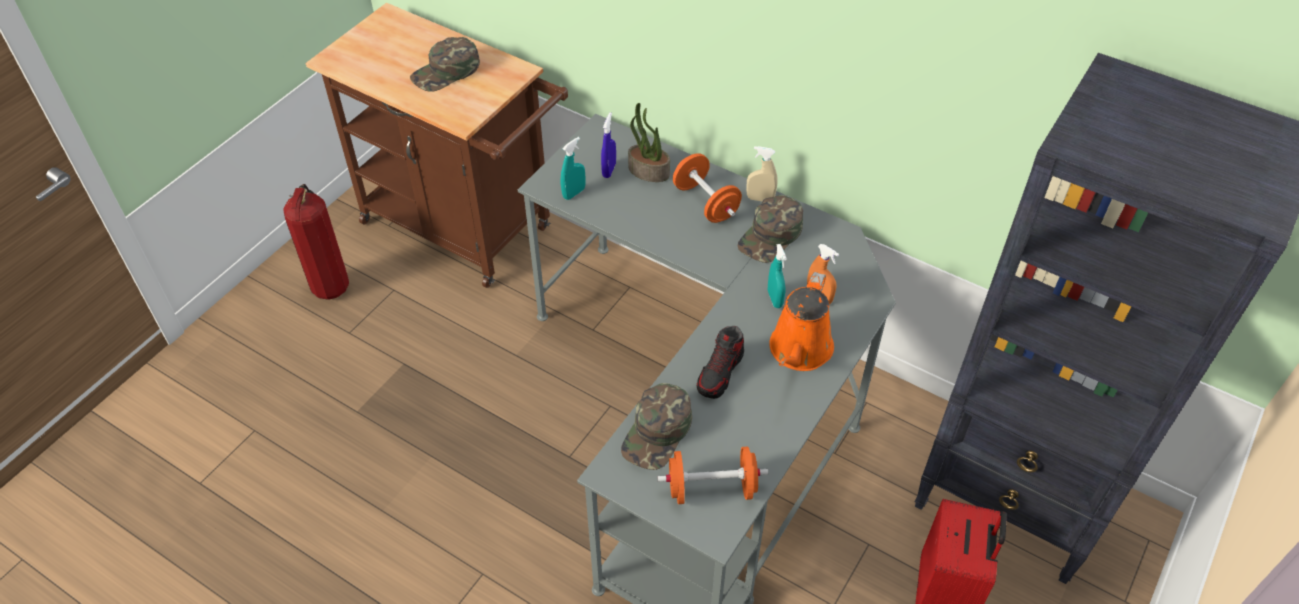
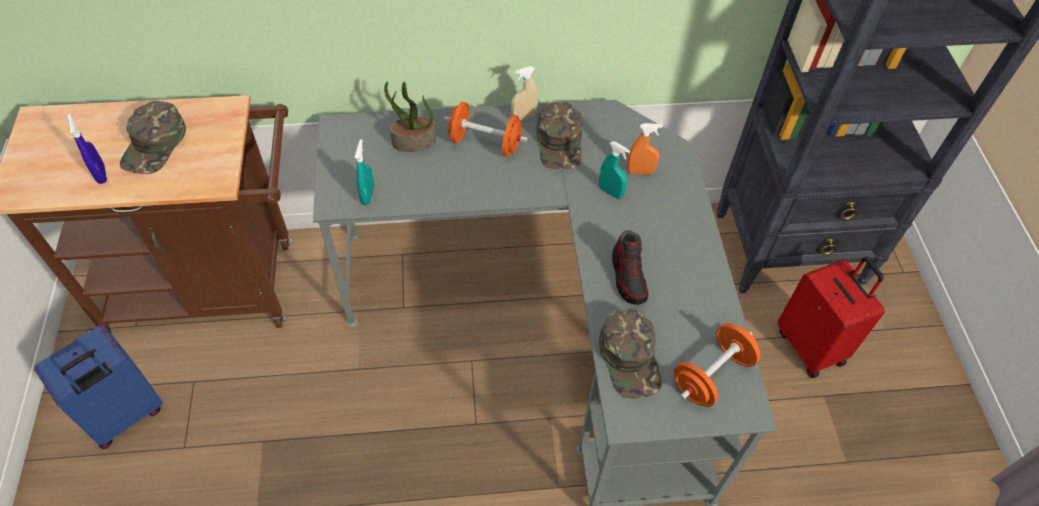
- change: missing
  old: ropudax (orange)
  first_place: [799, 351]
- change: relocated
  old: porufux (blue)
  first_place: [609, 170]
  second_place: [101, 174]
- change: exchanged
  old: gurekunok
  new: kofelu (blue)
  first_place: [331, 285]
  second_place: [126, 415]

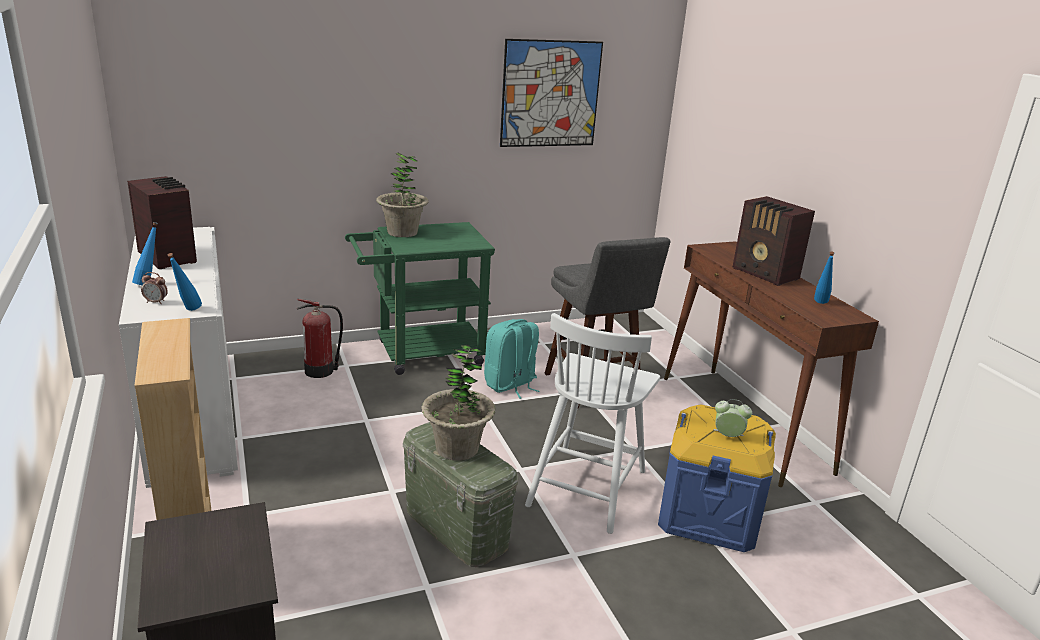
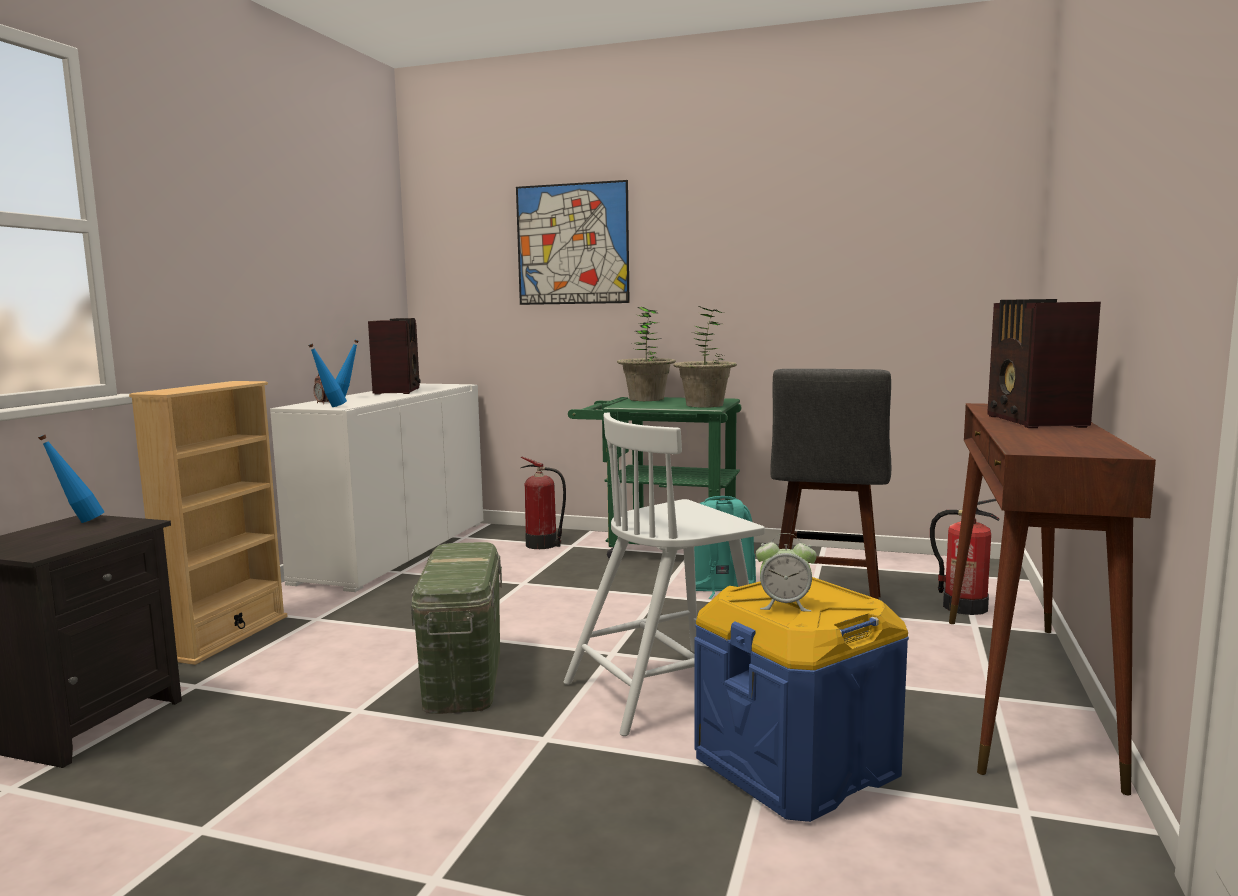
- change: appeared
  new: gurekunok
  second_place: [964, 607]
- change: relocated
  old: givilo
  first_place: [457, 448]
  second_place: [704, 405]
- change: relocated
  old: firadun
  first_place: [550, 94]
  second_place: [572, 244]
- change: relocated
  old: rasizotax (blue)
  first_place: [820, 304]
  second_place: [77, 522]
- change: spun
  old: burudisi
  first_place: [728, 436]
  second_place: [785, 605]
  degrees: 135

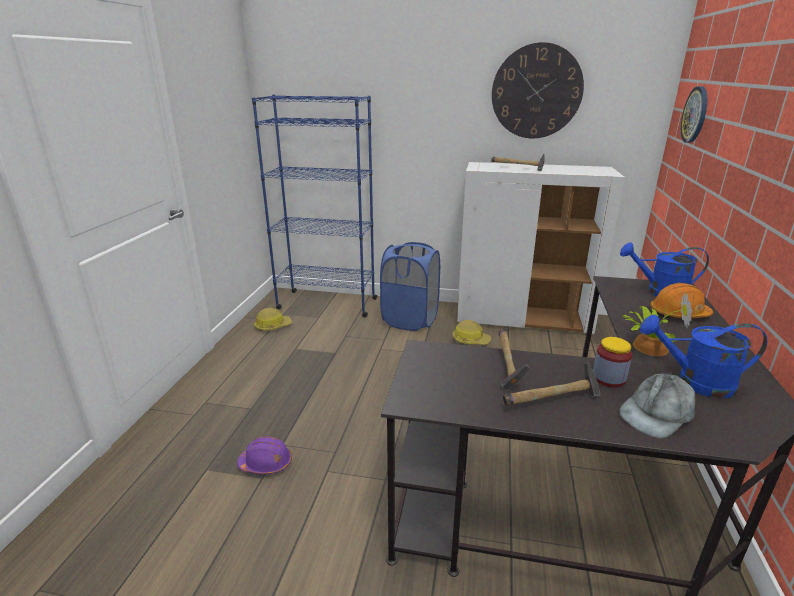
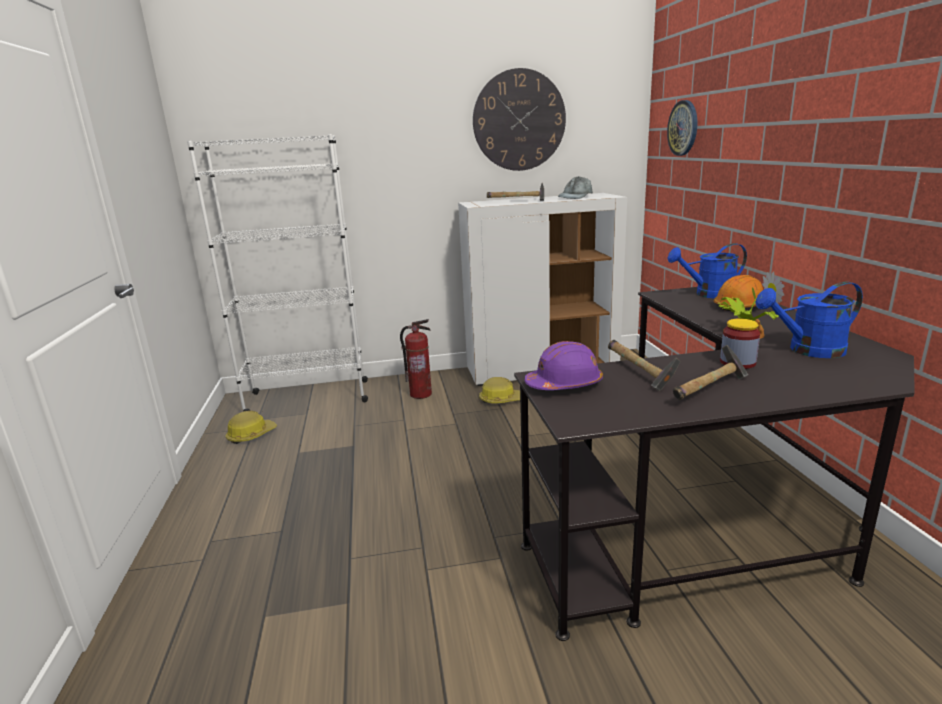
- change: relocated
  old: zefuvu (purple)
  first_place: [266, 464]
  second_place: [564, 385]
- change: relocated
  old: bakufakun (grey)
  first_place: [656, 413]
  second_place: [575, 196]
- change: exchanged
  old: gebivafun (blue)
  new: gurekunok
  first_place: [410, 320]
  second_place: [421, 394]
- change: colour
  old: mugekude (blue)
  new: mugekude (white)
  first_place: [327, 303]
  second_place: [308, 397]

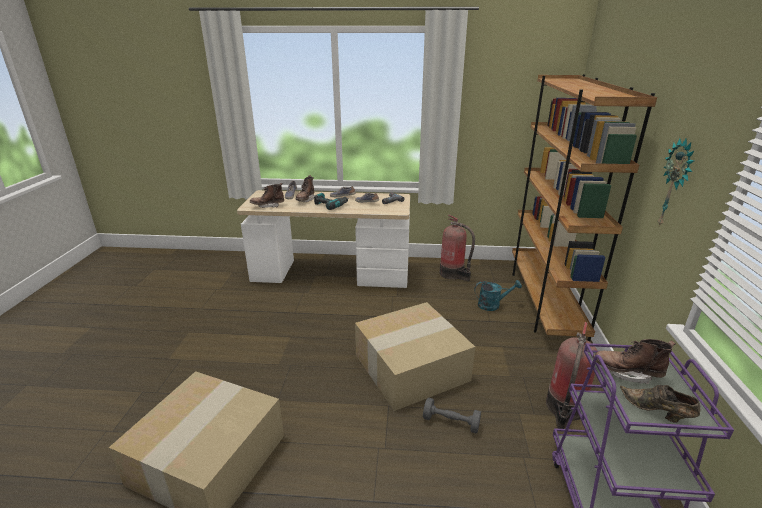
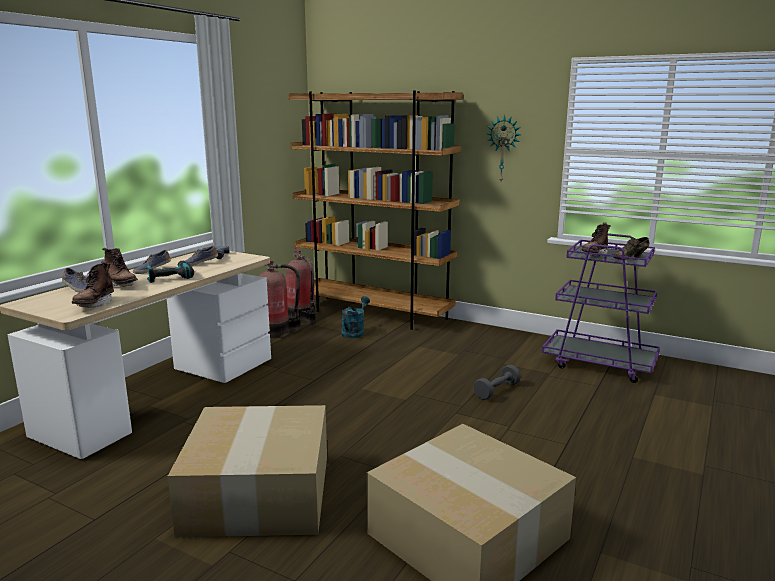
- change: relocated
  old: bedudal
  first_place: [412, 366]
  second_place: [256, 492]
- change: relocated
  old: gurekunok
  first_place: [564, 408]
  second_place: [302, 318]

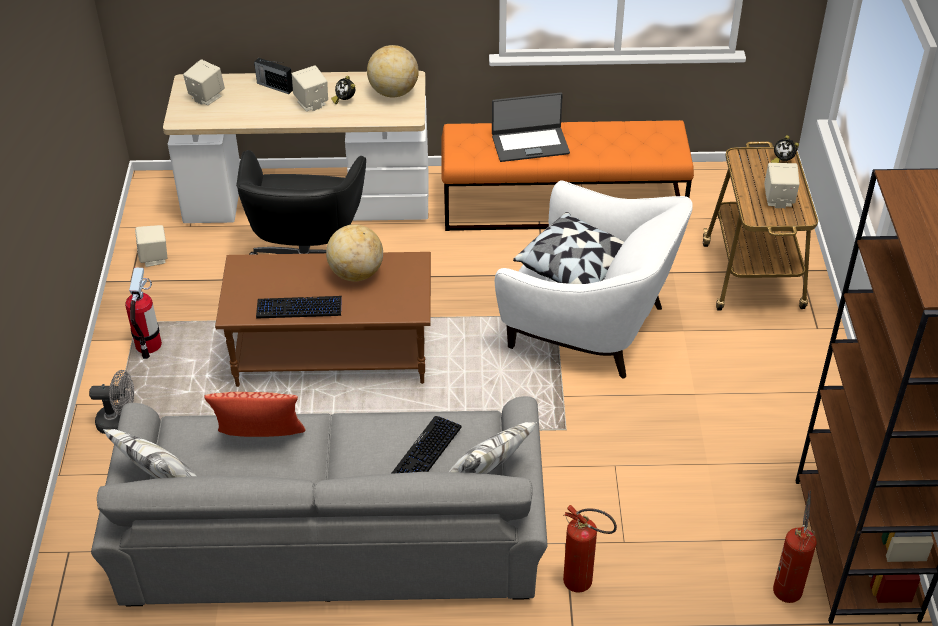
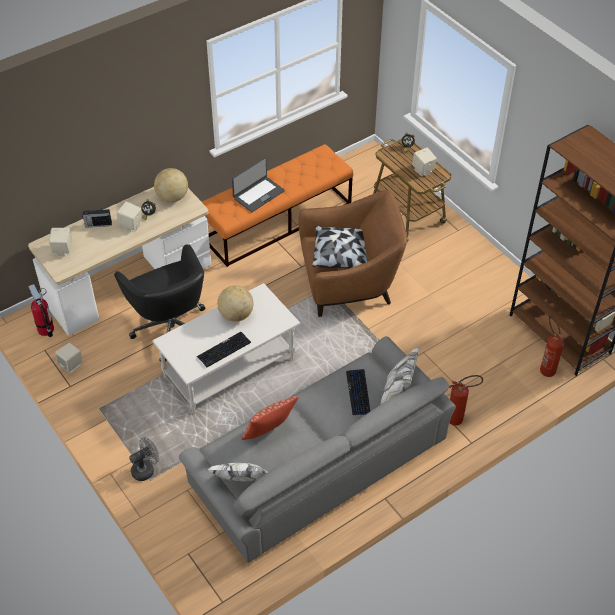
- change: relocated
  old: gurekunok
  first_place: [148, 345]
  second_place: [46, 329]
- change: colour
  old: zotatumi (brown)
  new: zotatumi (white)
  first_place: [331, 355]
  second_place: [229, 369]
- change: colour
  old: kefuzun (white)
  new: kefuzun (brown)
  first_place: [589, 325]
  second_place: [349, 284]

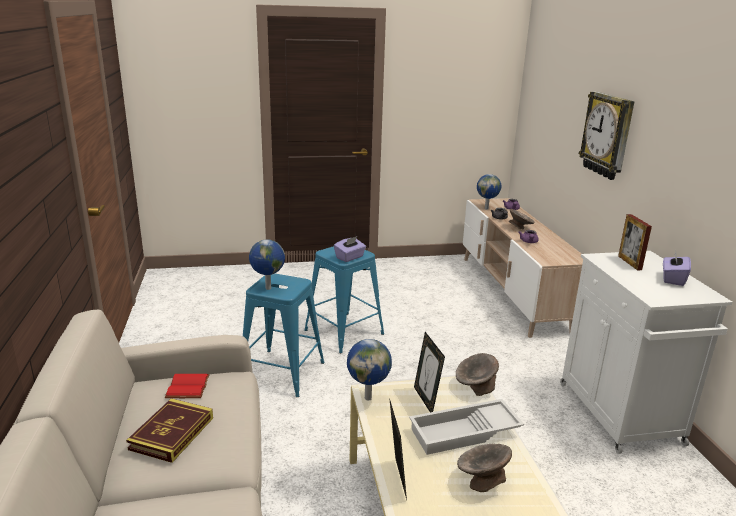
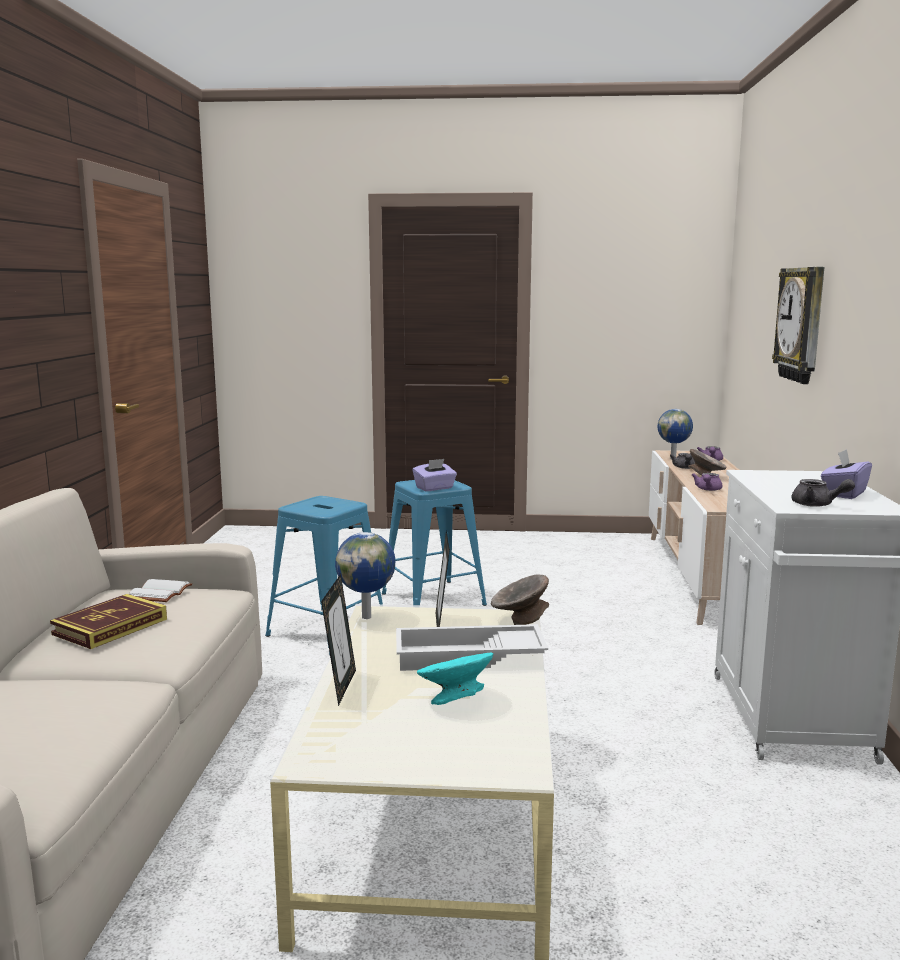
- change: missing
  old: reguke
  first_place: [267, 288]
- change: missing
  old: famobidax
  first_place: [629, 263]
- change: appeared
  new: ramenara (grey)
  second_place: [817, 505]
- change: colour
  old: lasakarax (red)
  new: lasakarax (white)
  first_place: [189, 387]
  second_place: [161, 593]
- change: colour
  old: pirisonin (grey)
  new: pirisonin (turquoise)
  first_place: [481, 480]
  second_place: [454, 699]

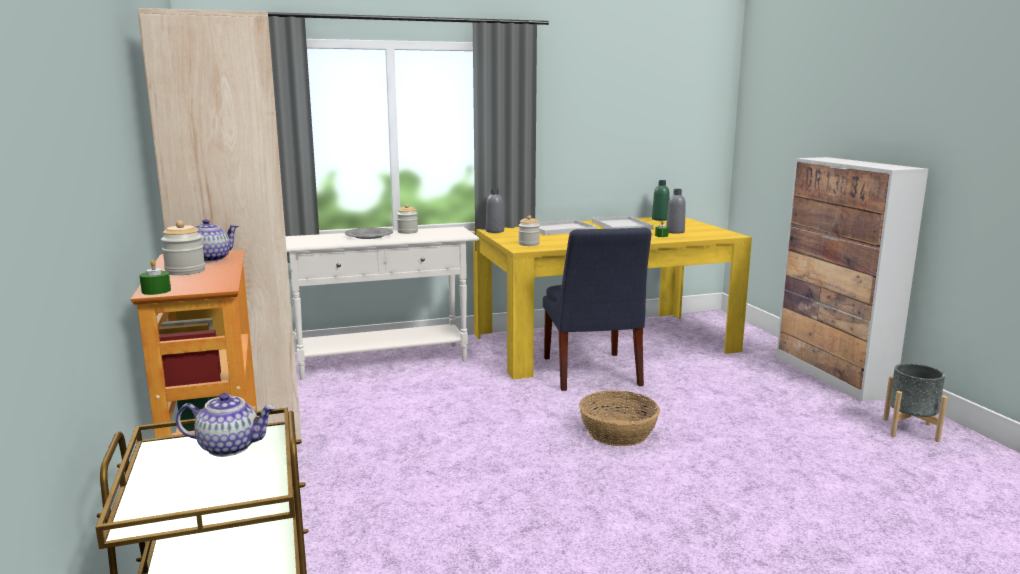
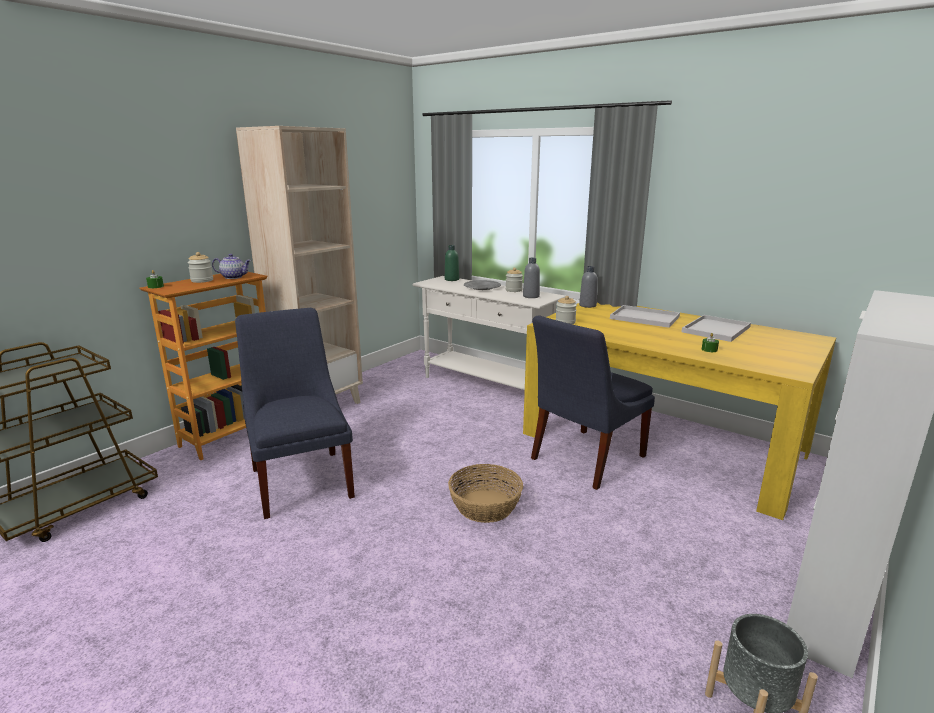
- change: missing
  old: ramenara
  first_place: [230, 447]
- change: appeared
  new: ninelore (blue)
  second_place: [302, 479]
- change: relocated
  old: rasizotax (green)
  first_place: [660, 219]
  second_place: [451, 279]
- change: relocated
  old: rasizotax (grey)
  first_place: [675, 232]
  second_place: [531, 296]

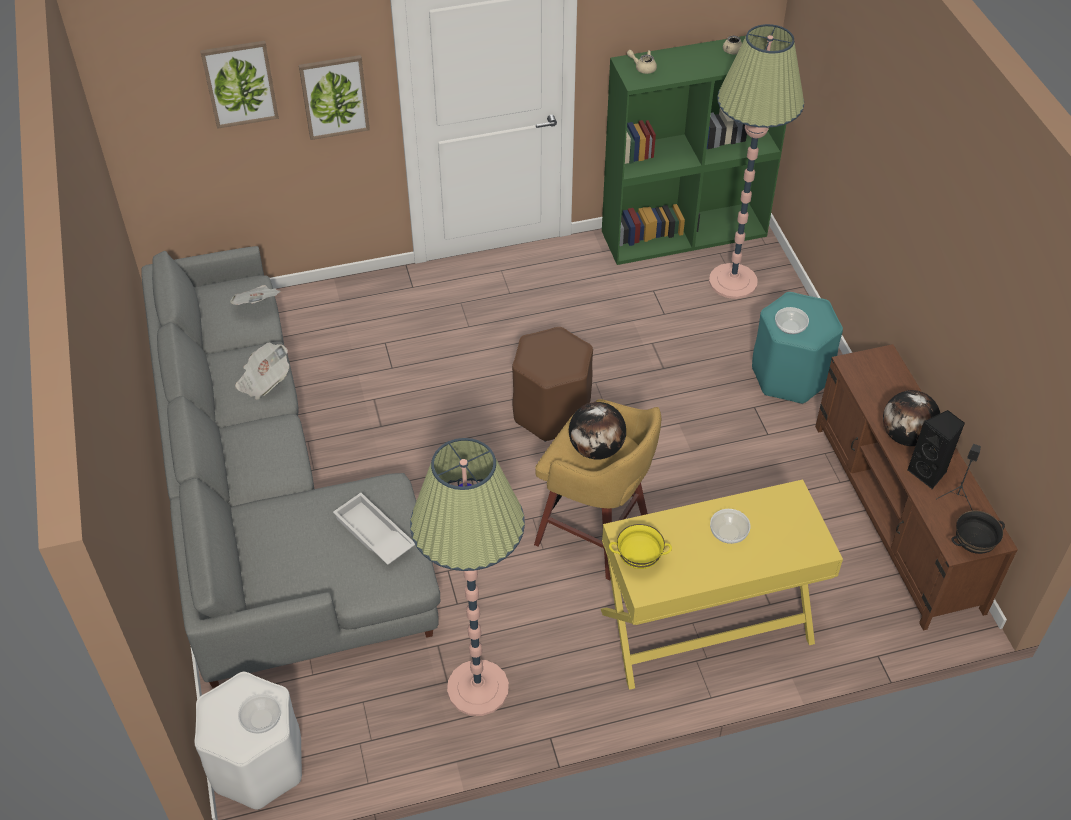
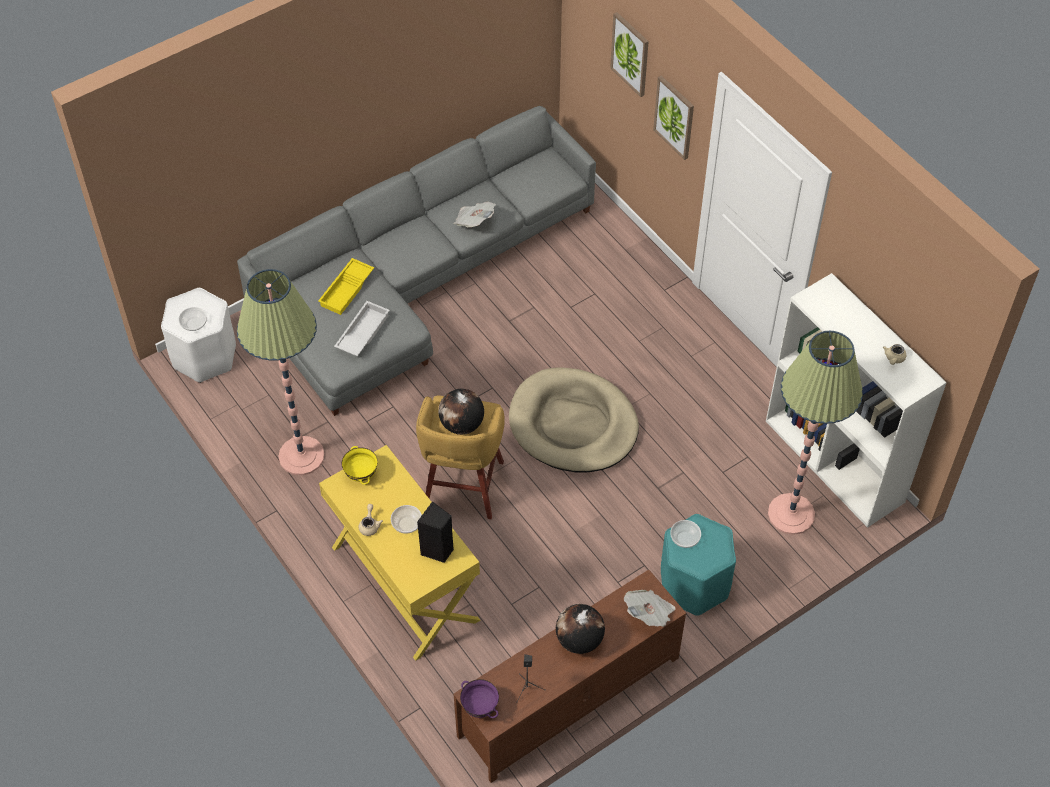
- change: appeared
  new: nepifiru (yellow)
  second_place: [347, 290]
- change: relocated
  old: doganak
  first_place: [257, 304]
  second_place: [649, 614]
- change: relocated
  old: ramenara (beige)
  first_place: [643, 67]
  second_place: [370, 525]
- change: relocated
  old: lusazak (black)
  first_place: [929, 473]
  second_place: [437, 550]
- change: exchanged
  old: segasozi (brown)
  new: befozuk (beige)
  first_place: [552, 412]
  second_place: [573, 424]
- change: colour
  old: mugekude (green)
  new: mugekude (white)
  first_place: [684, 233]
  second_place: [835, 461]
- change: colour
  old: pirisonin (black)
  new: pirisonin (purple)
  first_place: [972, 545]
  second_place: [480, 707]

